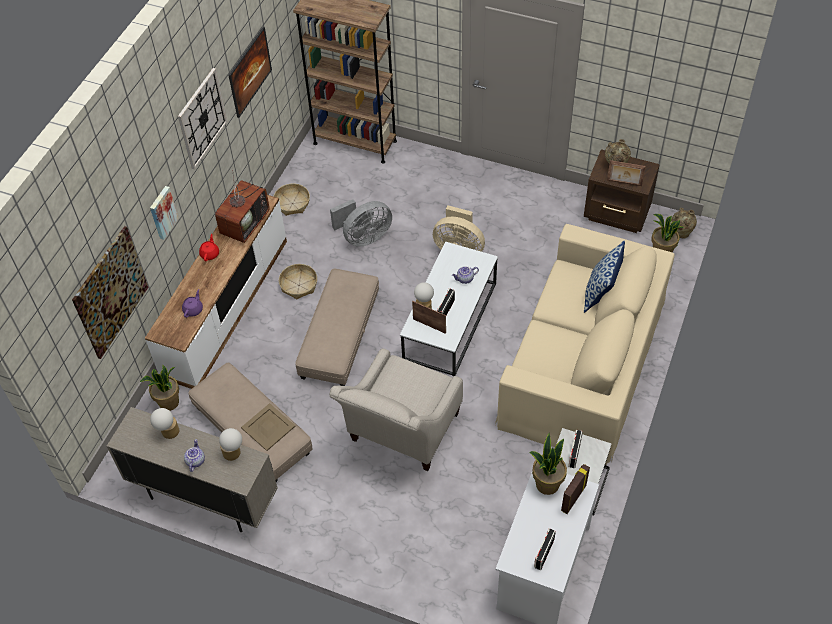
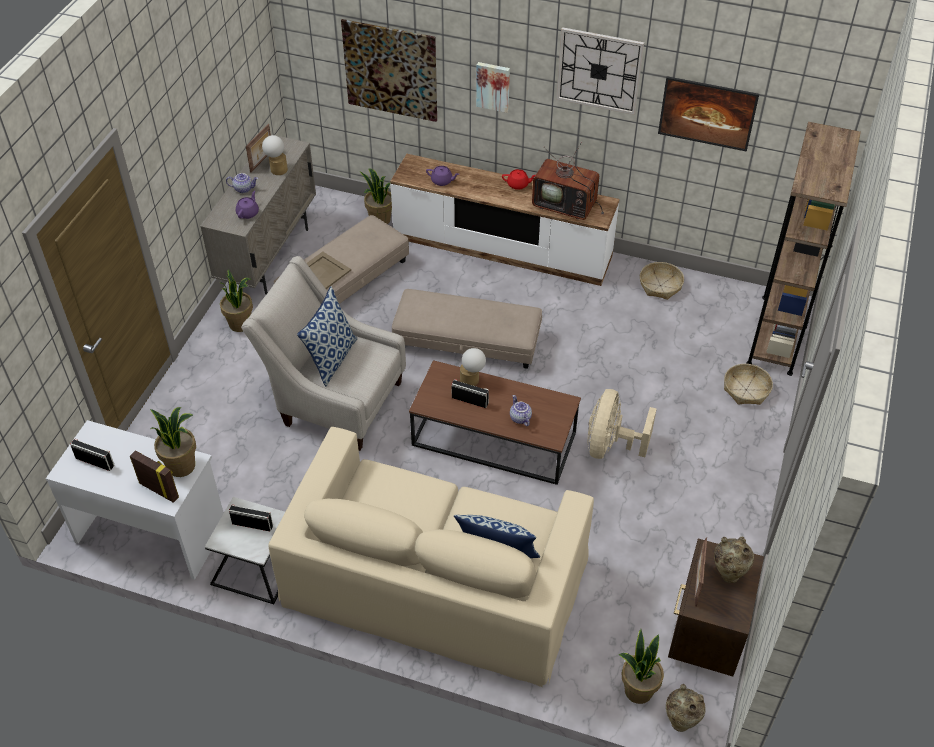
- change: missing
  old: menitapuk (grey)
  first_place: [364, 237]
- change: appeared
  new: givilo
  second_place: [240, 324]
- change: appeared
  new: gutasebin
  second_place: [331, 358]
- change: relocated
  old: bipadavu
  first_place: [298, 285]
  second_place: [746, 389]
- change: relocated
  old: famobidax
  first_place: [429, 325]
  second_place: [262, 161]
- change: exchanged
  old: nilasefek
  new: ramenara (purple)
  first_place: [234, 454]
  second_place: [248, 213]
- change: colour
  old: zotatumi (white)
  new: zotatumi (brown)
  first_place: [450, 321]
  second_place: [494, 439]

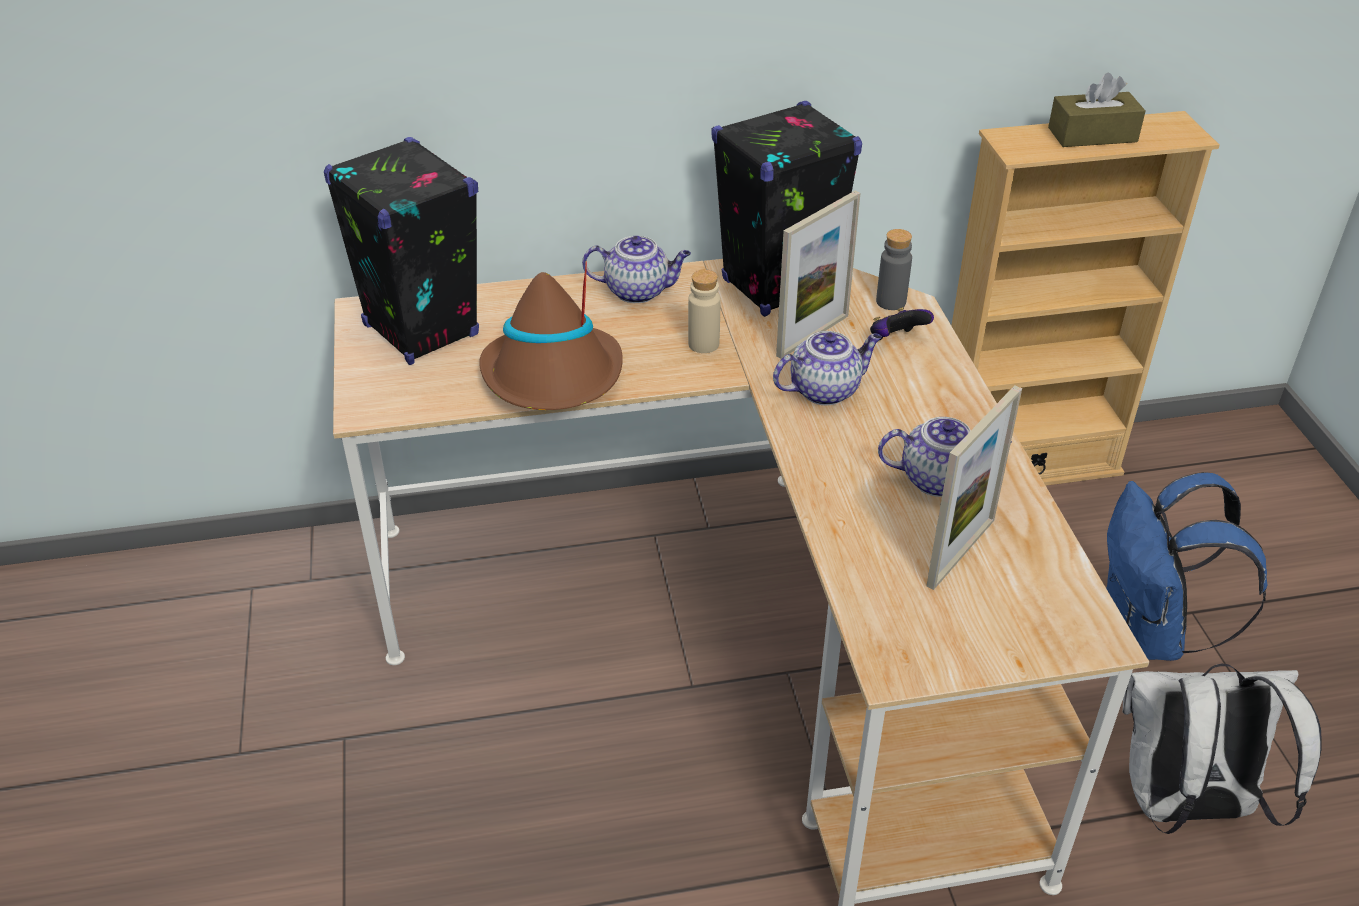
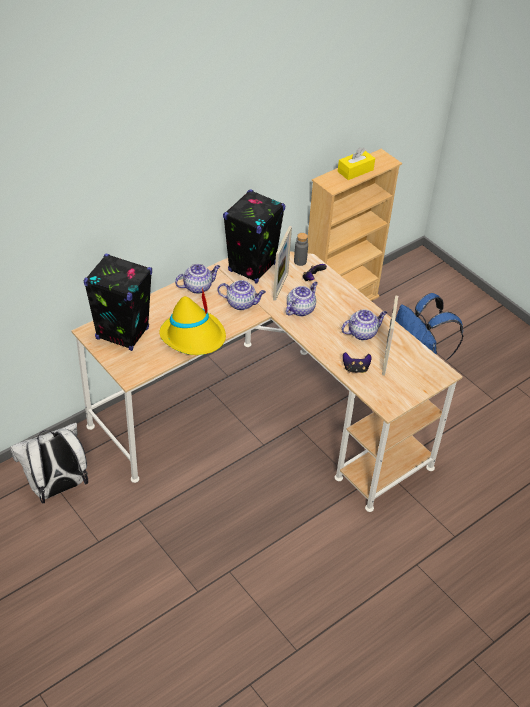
- change: appeared
  new: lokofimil
  second_place: [355, 369]
- change: relocated
  old: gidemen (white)
  first_place: [1184, 806]
  second_place: [57, 488]
- change: exchanged
  old: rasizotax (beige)
  new: ramenara
  first_place: [703, 344]
  second_place: [241, 303]
- change: colour
  old: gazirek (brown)
  new: gazirek (yellow)
  first_place: [554, 377]
  second_place: [194, 337]
- change: colour
  old: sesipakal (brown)
  new: sesipakal (yellow)
  first_place: [1092, 135]
  second_place: [355, 171]

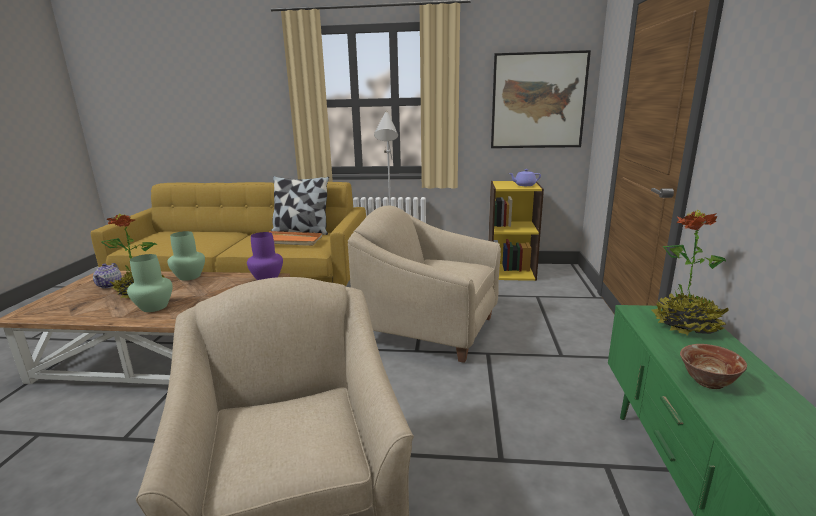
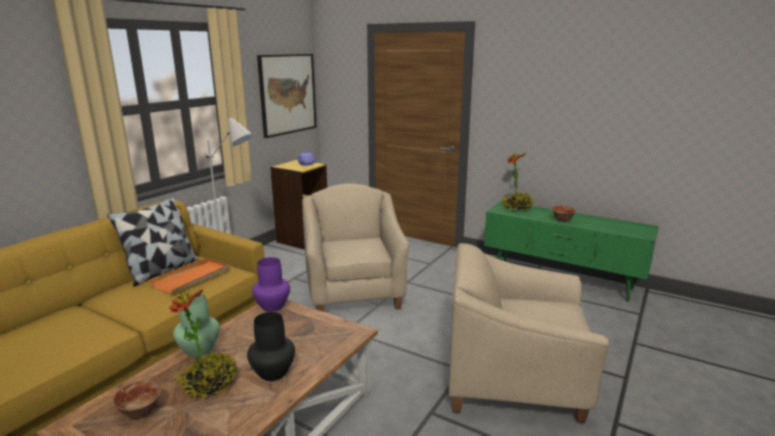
- change: exchanged
  old: ramenara
  new: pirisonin
  first_place: [110, 285]
  second_place: [140, 412]
- change: colour
  old: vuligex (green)
  new: vuligex (black)
  first_place: [154, 307]
  second_place: [272, 372]
- change: spun
  old: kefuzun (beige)
  first_place: [429, 329]
  second_place: [354, 291]
  degrees: 120

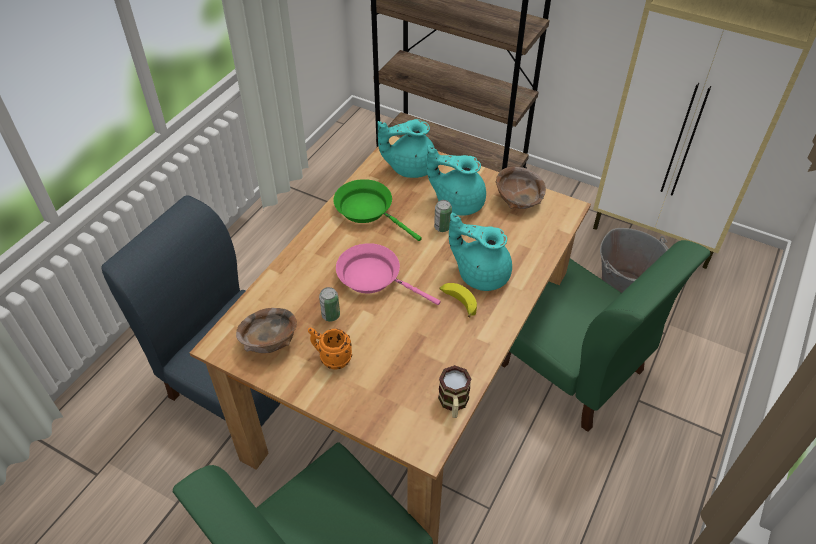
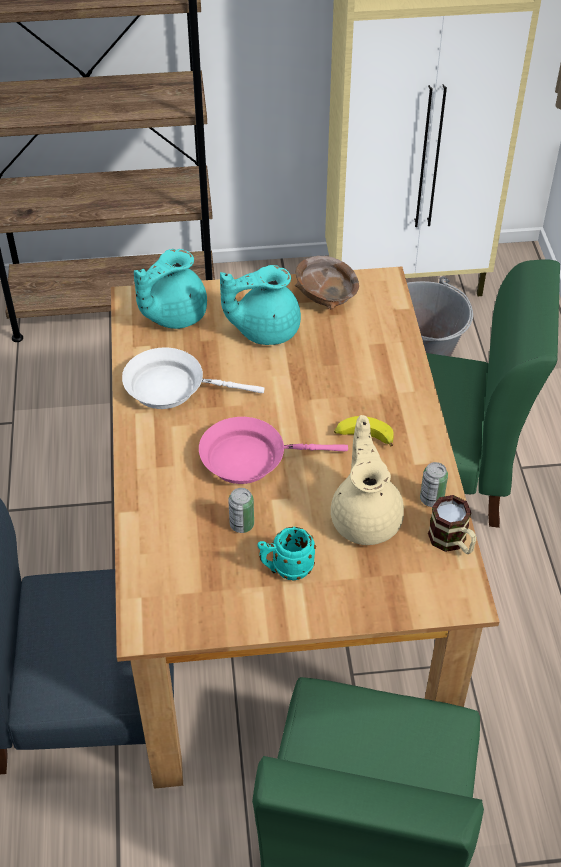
- change: missing
  old: pirisonin (brown)
  first_place: [270, 341]
- change: missing
  old: ramenara (turquoise)
  first_place: [481, 274]
- change: appeared
  new: ramenara (beige)
  second_place: [366, 517]
- change: relocated
  old: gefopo
  first_place: [442, 227]
  second_place: [431, 499]
- change: colour
  old: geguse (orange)
  new: geguse (turquoise)
  first_place: [331, 358]
  second_place: [286, 569]
- change: colour
  old: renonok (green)
  new: renonok (white)
  first_place: [368, 210]
  second_place: [172, 387]

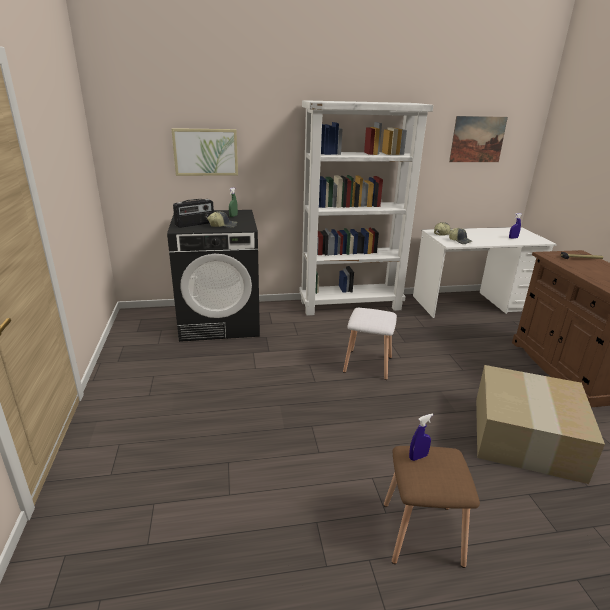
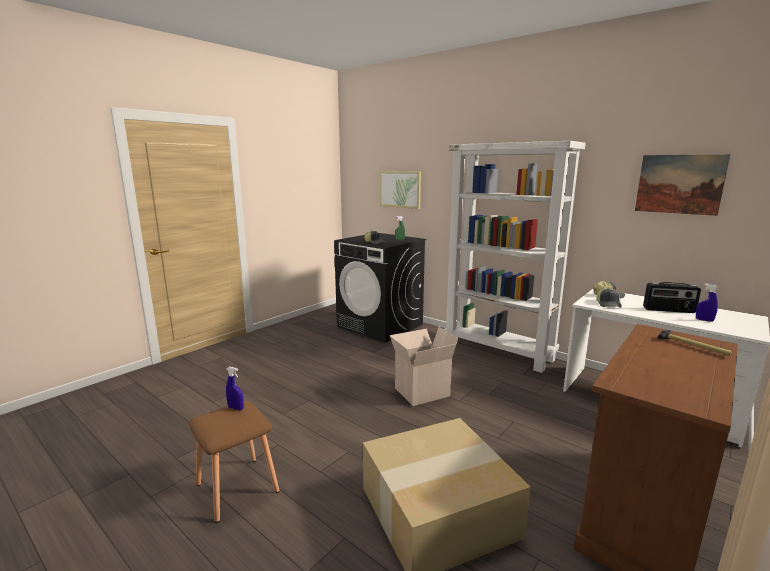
- change: relocated
  old: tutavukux
  first_place: [195, 224]
  second_place: [669, 310]
- change: exchanged
  old: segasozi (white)
  new: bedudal
  first_place: [368, 364]
  second_place: [422, 391]

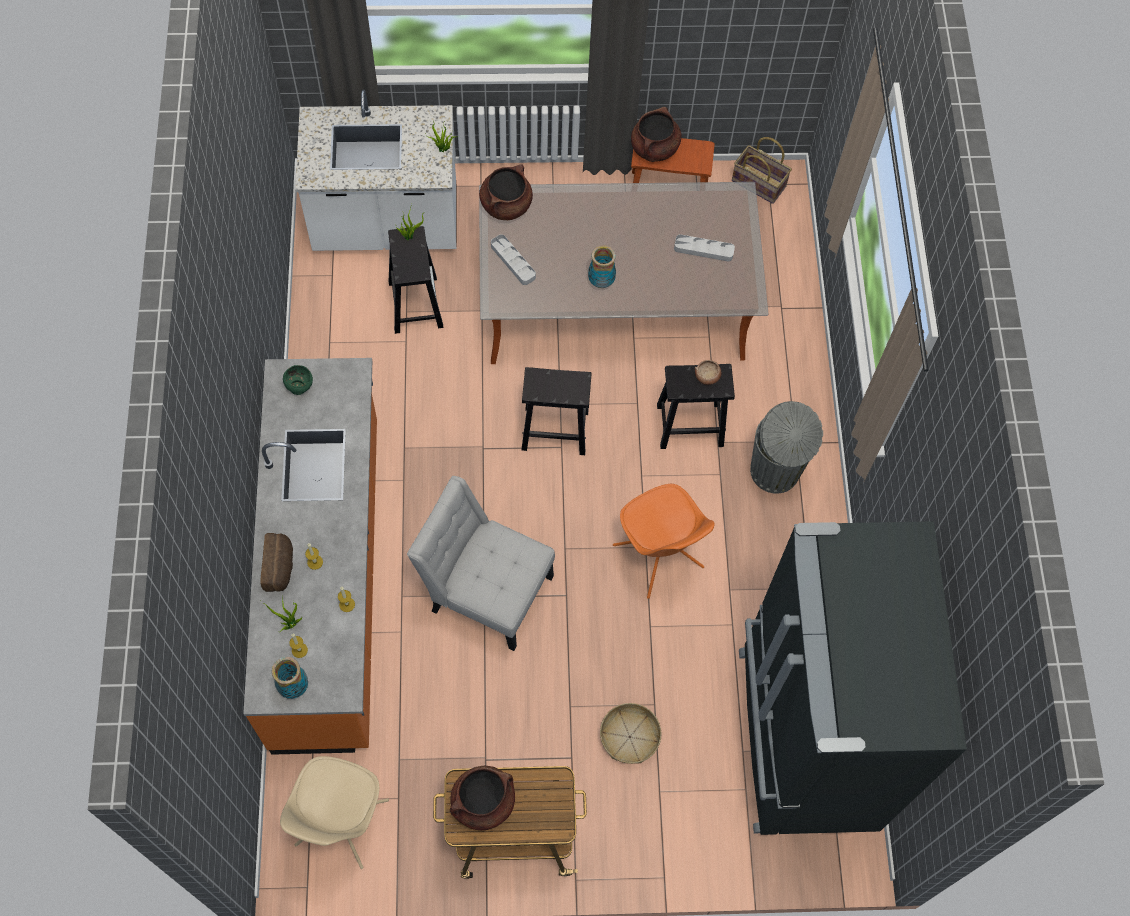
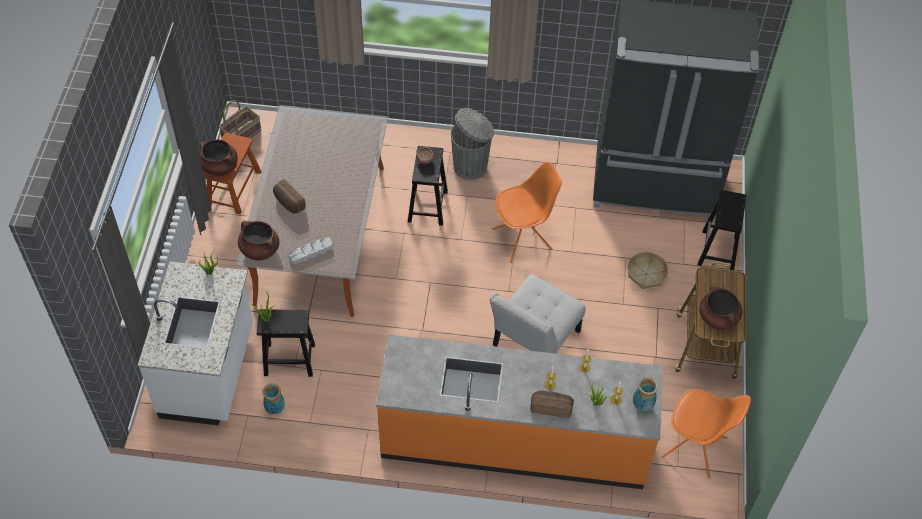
- change: missing
  old: pirisonin (green)
  first_place: [299, 387]
- change: missing
  old: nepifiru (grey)
  first_place: [703, 250]
- change: appeared
  new: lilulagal
  second_place: [288, 203]
- change: relocated
  old: segasozi (black)
  first_place: [553, 430]
  second_place: [718, 251]
- change: relocated
  old: vuligex
  first_place: [601, 281]
  second_place: [274, 409]
- change: colour
  old: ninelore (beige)
  new: ninelore (orange)
  first_place: [341, 824]
  second_place: [695, 448]

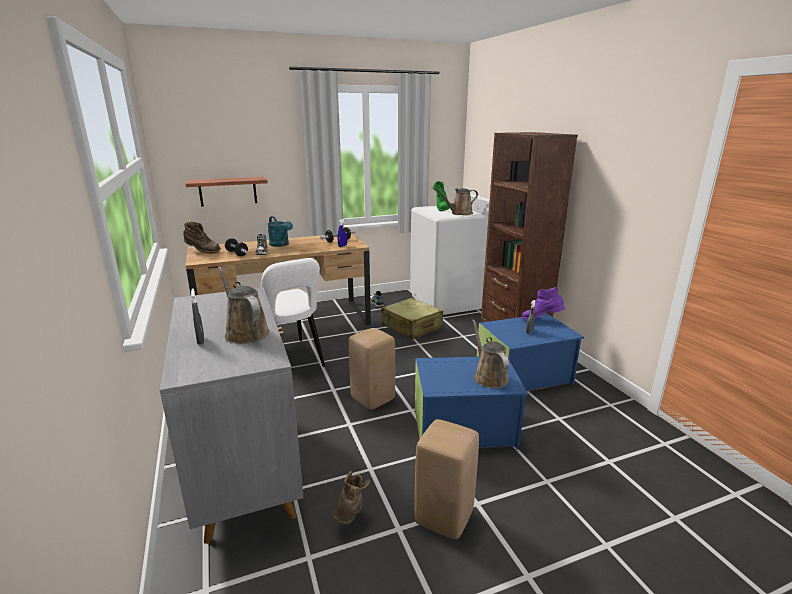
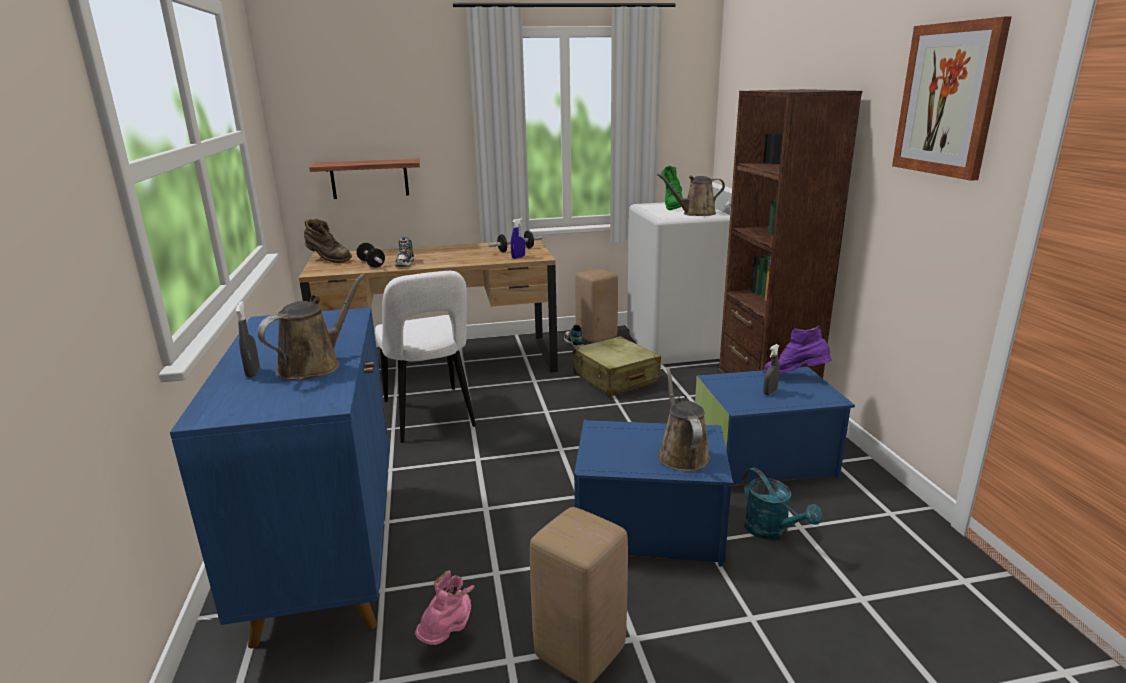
- change: appeared
  new: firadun
  second_place: [948, 100]
- change: relocated
  old: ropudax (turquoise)
  first_place: [281, 245]
  second_place: [772, 531]
- change: relocated
  old: segasozi (beige)
  first_place: [372, 399]
  second_place: [596, 337]
- change: colour
  old: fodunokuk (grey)
  new: fodunokuk (blue)
  first_place: [245, 470]
  second_place: [328, 557]
- change: colour
  old: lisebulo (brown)
  new: lisebulo (pink)
  first_place: [350, 515]
  second_place: [449, 633]
- change: spun
  old: ropudax (brown)
  first_place: [245, 332]
  second_place: [314, 365]
  degrees: 60

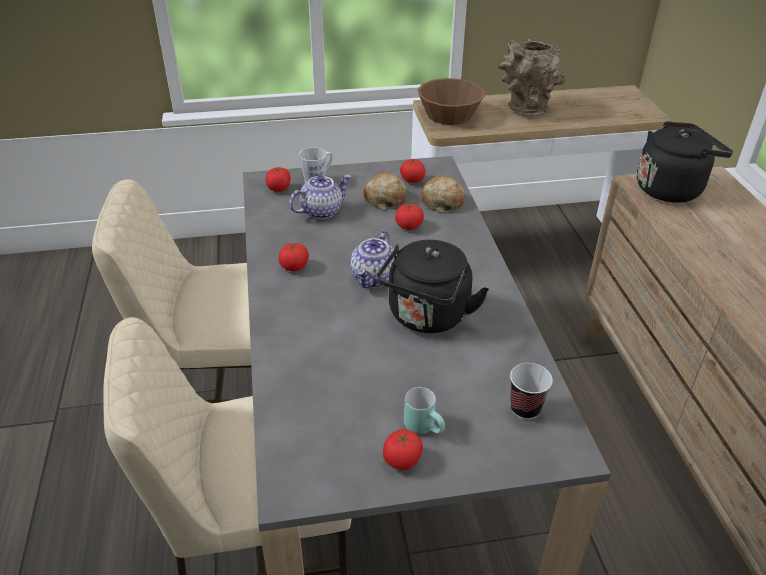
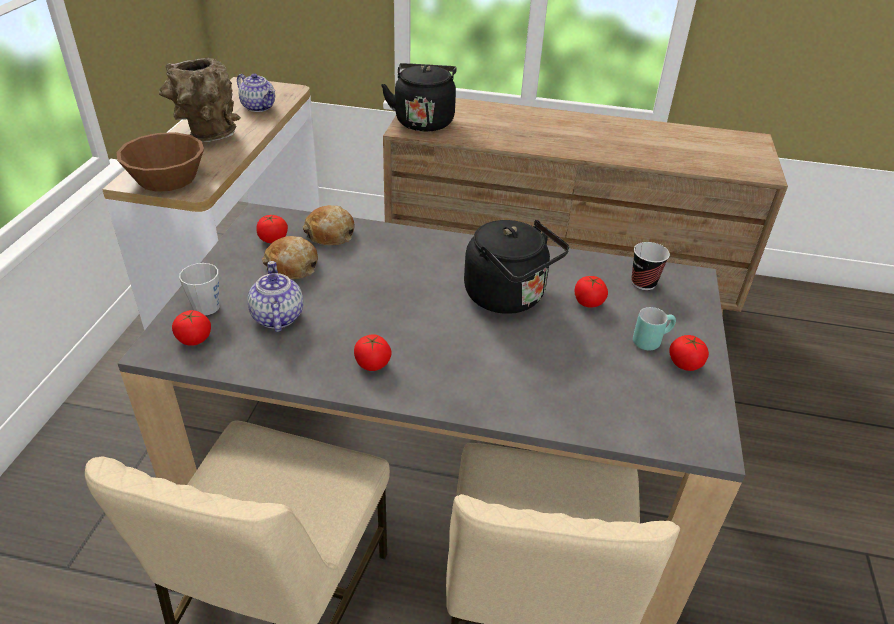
- change: relocated
  old: ramenara
  first_place: [374, 278]
  second_place: [259, 107]
- change: relocated
  old: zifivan
  first_place: [409, 226]
  second_place: [588, 302]

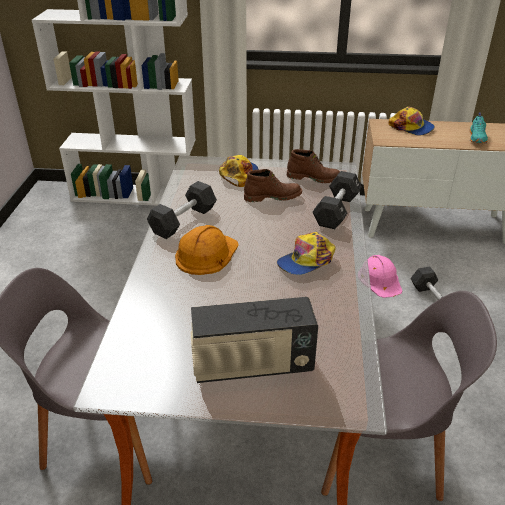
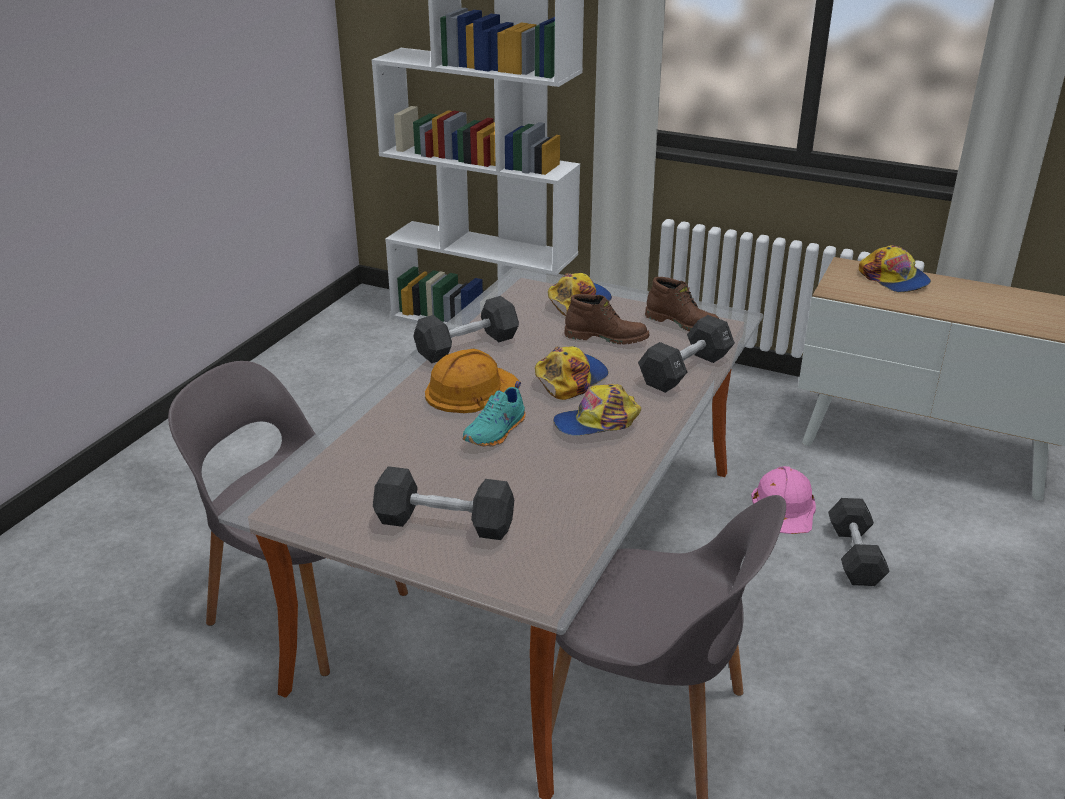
- change: appeared
  new: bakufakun
  second_place: [570, 378]
- change: relocated
  old: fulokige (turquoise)
  first_place: [477, 138]
  second_place: [496, 432]
- change: exchanged
  old: tutavukux
  new: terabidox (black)
  first_place: [252, 366]
  second_place: [444, 523]

